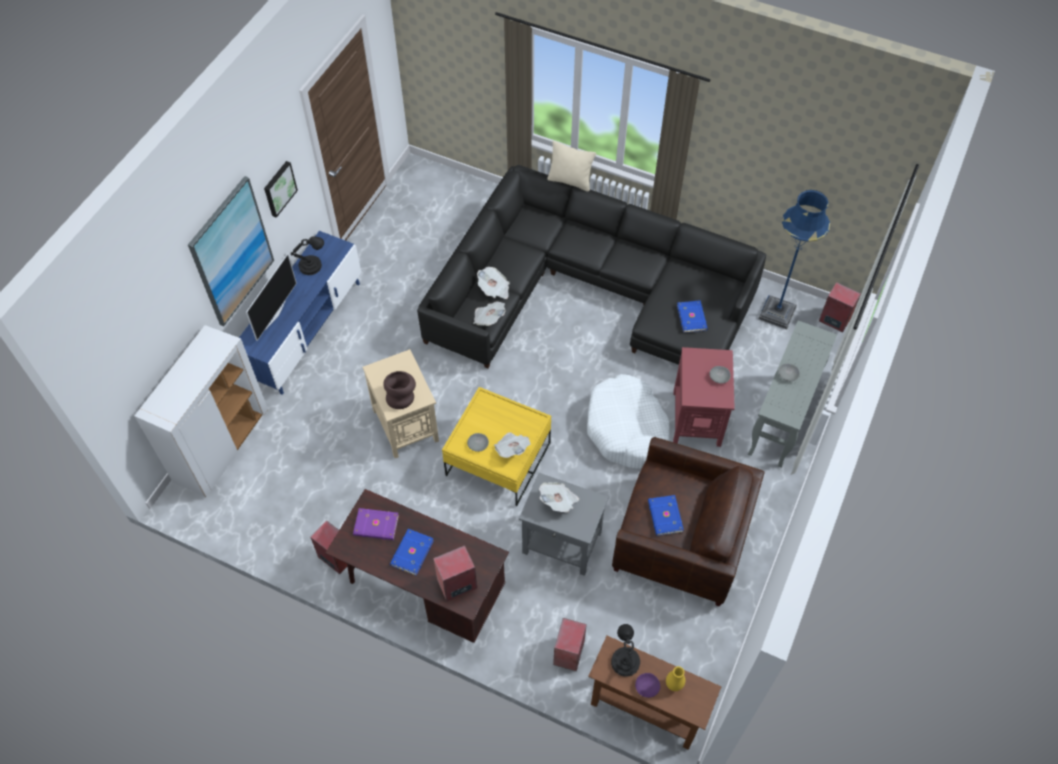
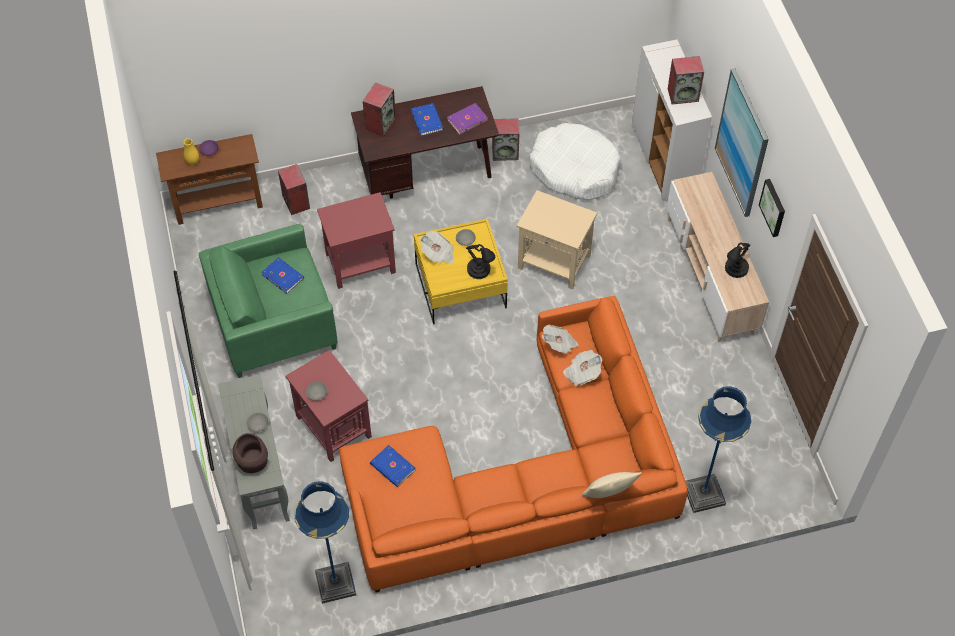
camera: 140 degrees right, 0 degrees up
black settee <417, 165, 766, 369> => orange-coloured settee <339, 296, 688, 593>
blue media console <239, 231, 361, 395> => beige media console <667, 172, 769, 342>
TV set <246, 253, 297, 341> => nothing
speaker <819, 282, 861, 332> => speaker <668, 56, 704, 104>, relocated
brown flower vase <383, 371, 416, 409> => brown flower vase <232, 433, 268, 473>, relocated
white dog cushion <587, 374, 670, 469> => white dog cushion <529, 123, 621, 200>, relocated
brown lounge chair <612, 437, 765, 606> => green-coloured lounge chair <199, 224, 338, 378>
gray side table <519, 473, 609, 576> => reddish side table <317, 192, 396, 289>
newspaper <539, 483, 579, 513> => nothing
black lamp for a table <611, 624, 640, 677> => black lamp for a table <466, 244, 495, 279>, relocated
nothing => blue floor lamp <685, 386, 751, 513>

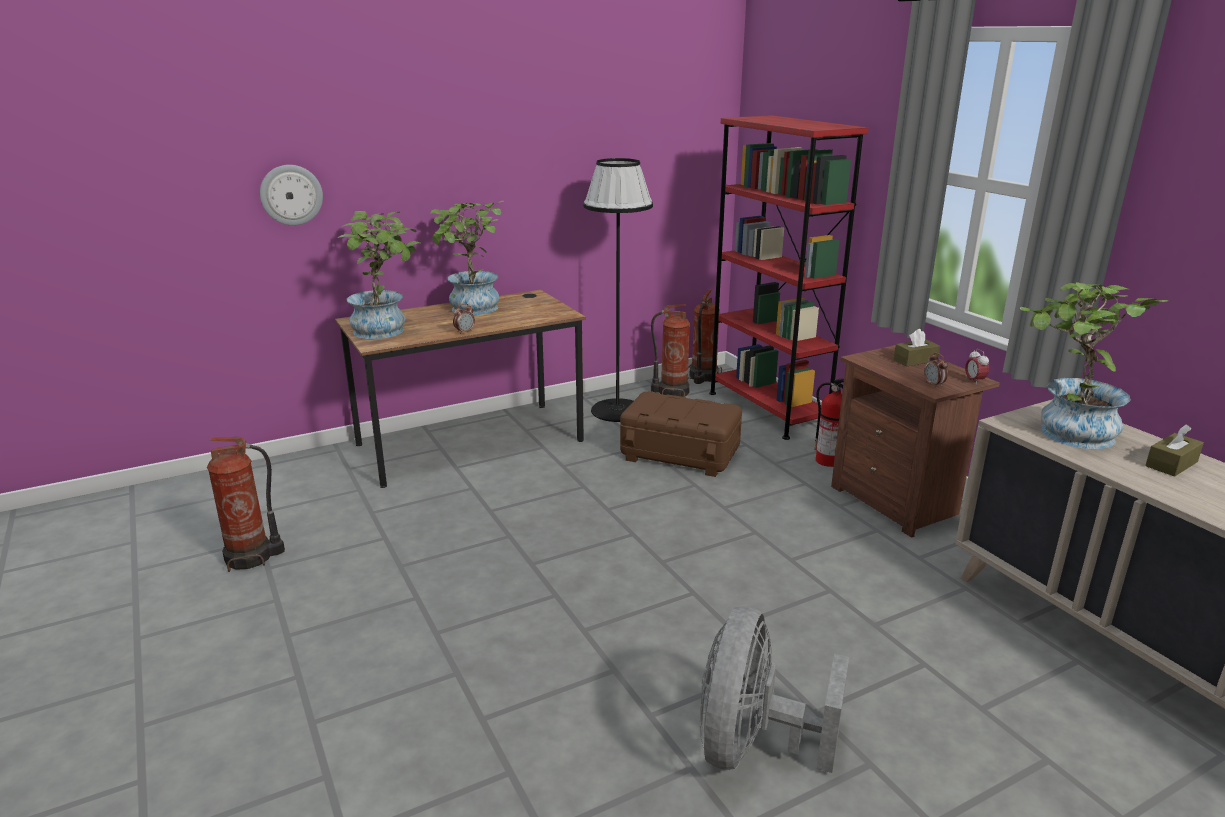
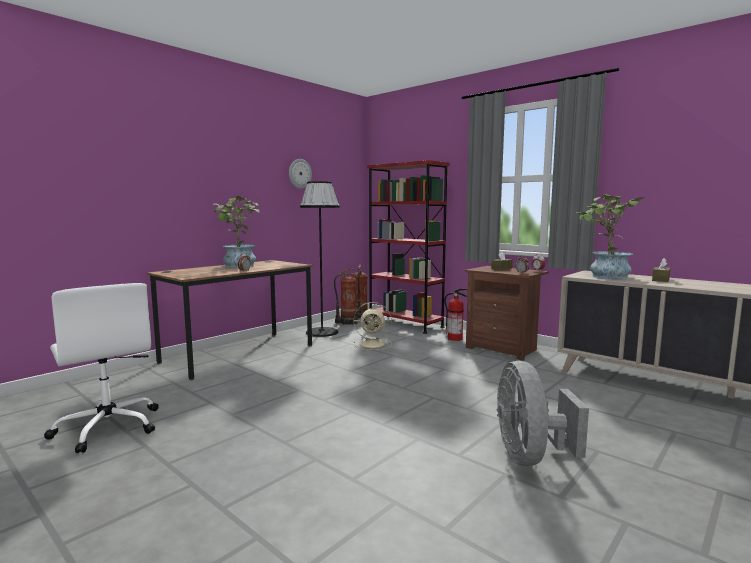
camera: 20 degrees left, 15 degrees down
wall clock <260, 165, 323, 226> => wall clock <289, 159, 312, 189>, relocated
potted plant <338, 211, 420, 339> => nothing
brown storage bin <620, 391, 742, 477> => beige cooling fan <353, 302, 392, 350>
fire extinguisher <207, 437, 285, 572> => white computer chair <44, 283, 159, 453>

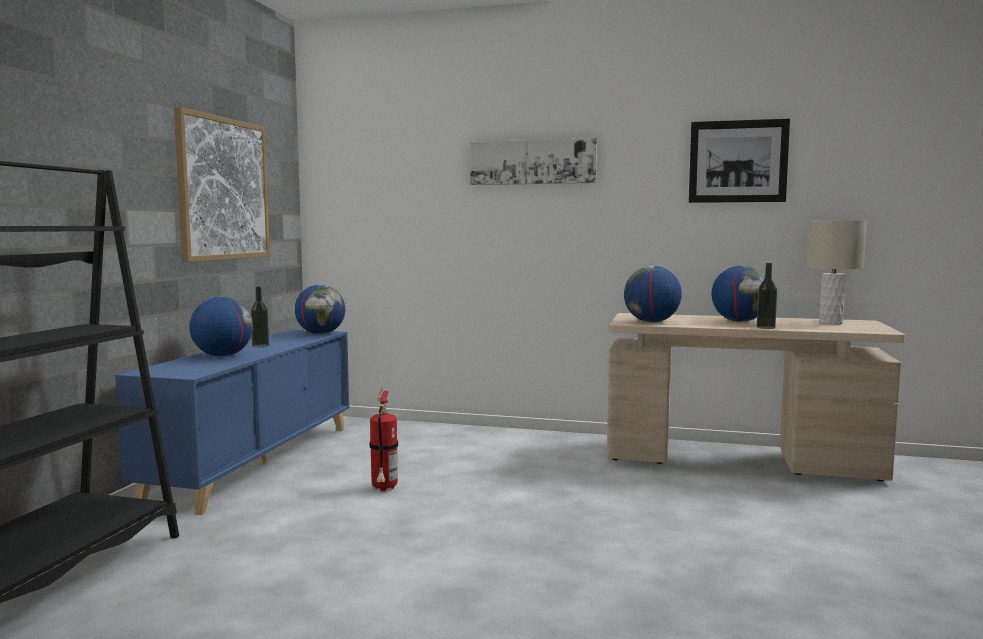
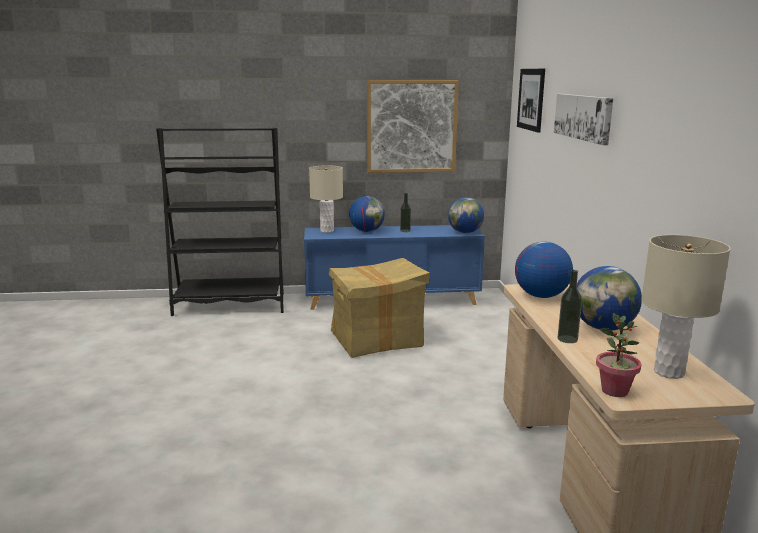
camera: 70 degrees right, 10 degrees up
picture <689, 119, 790, 203> => picture <517, 69, 545, 133>, relocated
fire extinguisher <370, 387, 398, 491> => carton <329, 258, 430, 358>
nothing => beige lamp for a table <309, 165, 343, 233>
nothing => potted plant <596, 313, 641, 397>

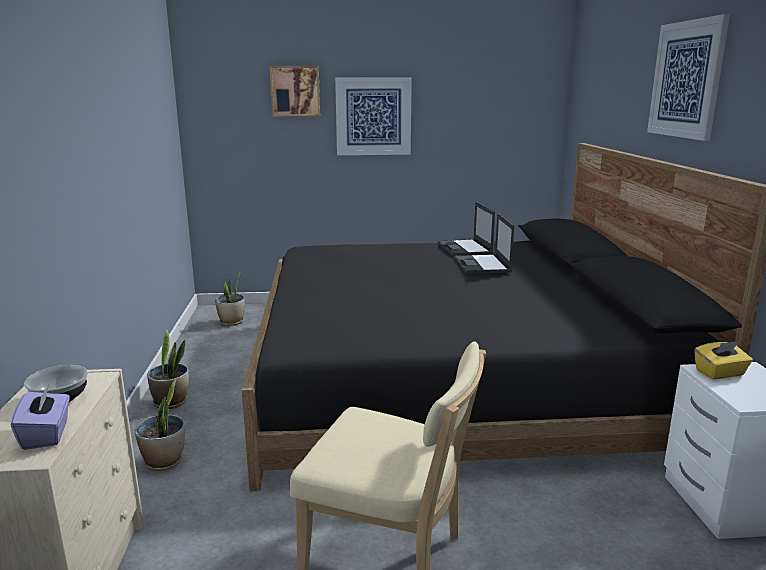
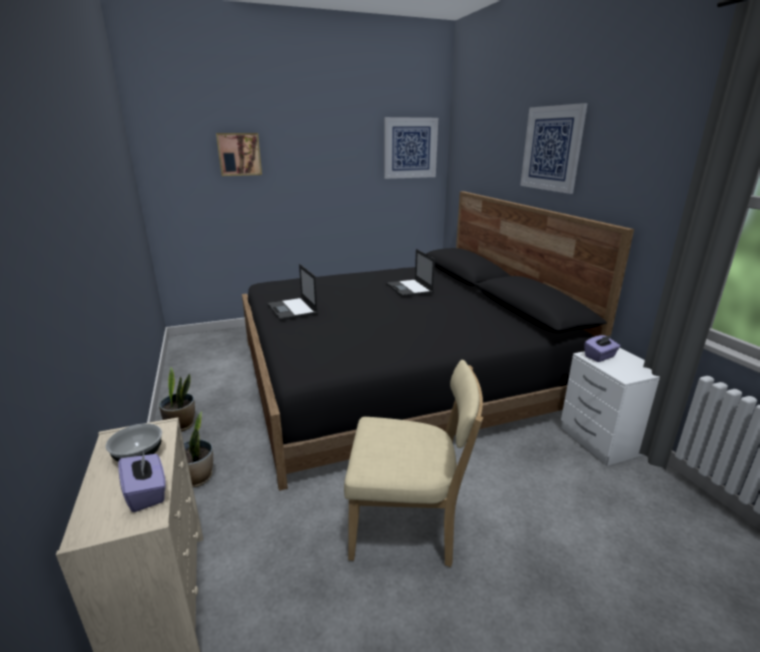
camera: 15 degrees left, 5 degrees up
picture <335, 77, 412, 155> => picture <384, 117, 438, 179>, relocated
notebook computer <438, 202, 495, 256> => notebook computer <267, 264, 318, 321>, relocated
potted plant <215, 271, 245, 326> => nothing
yellow box of tissues <694, 341, 753, 379> => purplish box of tissues <585, 335, 620, 362>

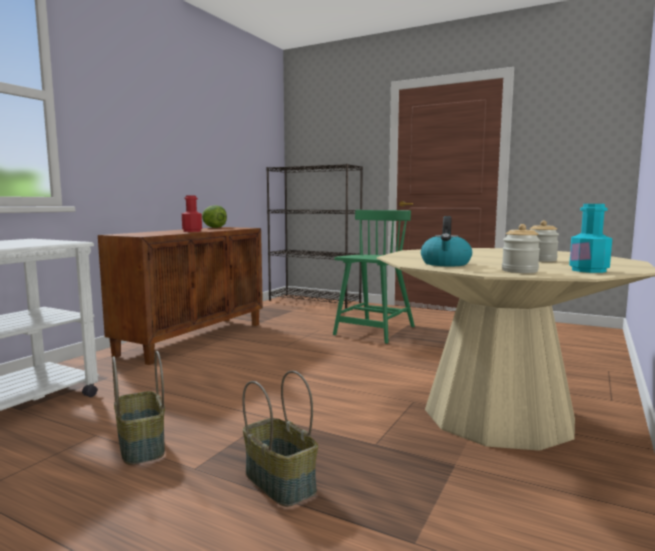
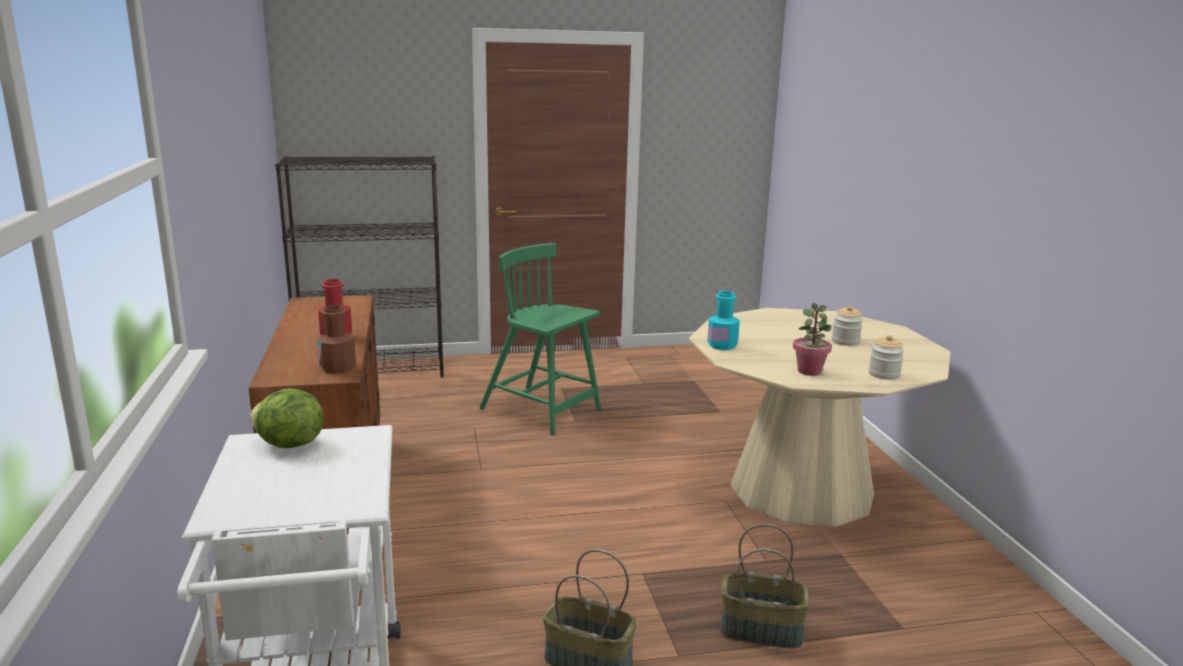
camera: 40 degrees left, 10 degrees up
blue-green drink bottle <569, 204, 612, 273> => blue-green drink bottle <707, 291, 740, 350>, relocated
lettuce <202, 205, 227, 228> => lettuce <250, 389, 324, 448>, relocated
green-coloured chair <333, 210, 415, 344> => green-coloured chair <479, 243, 601, 436>, 45 degrees counterclockwise
tea kettle <421, 216, 472, 266> => potted plant <793, 303, 832, 376>
nothing => brown drink bottle <317, 305, 356, 374>

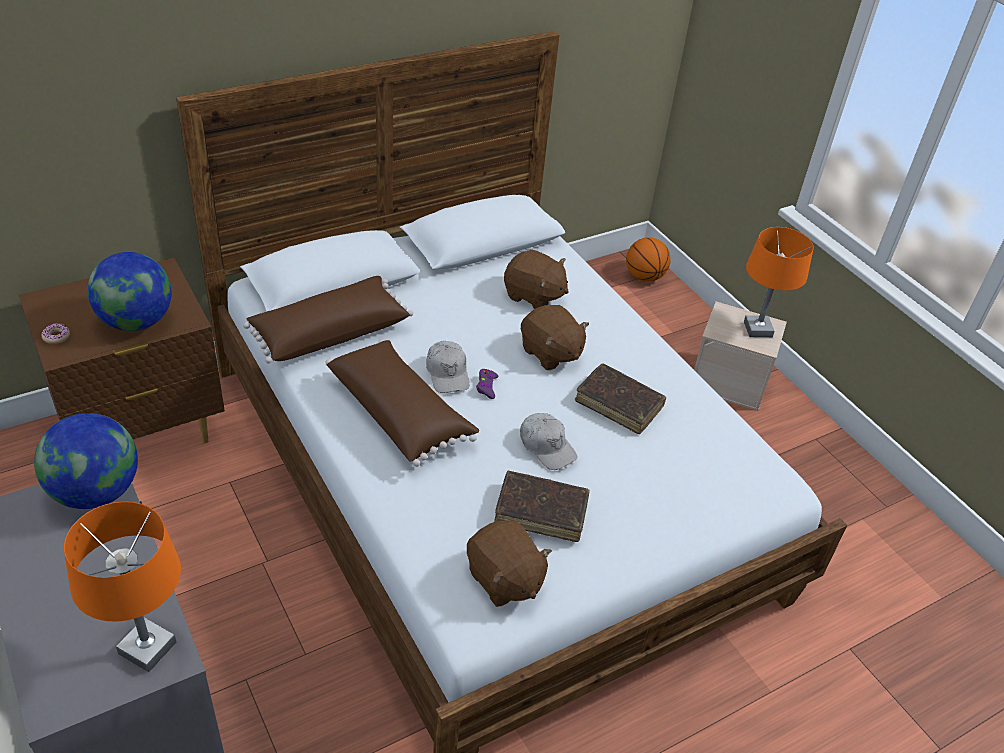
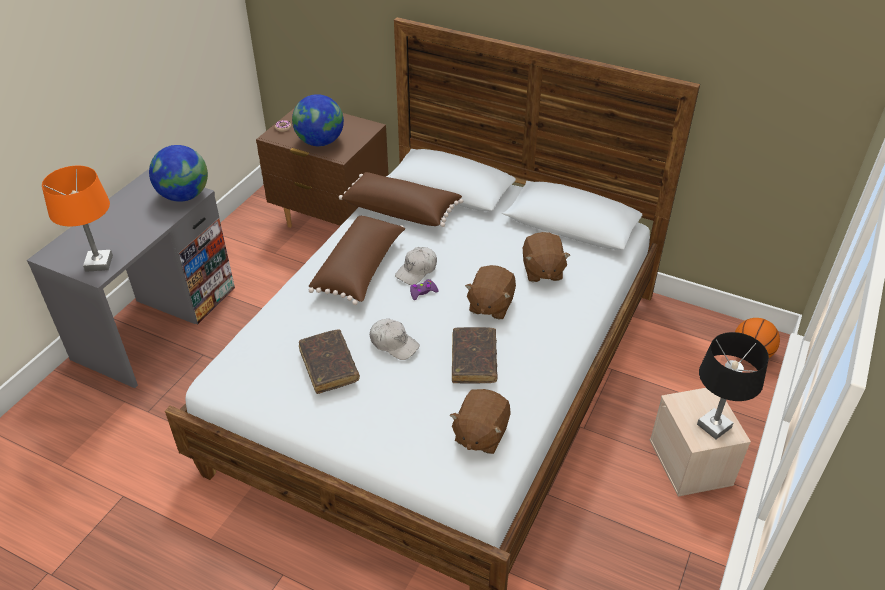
camera: 60 degrees right, 0 degrees up
orange-coloured lamp for a table <744, 227, 813, 337> => black lamp for a table <697, 332, 769, 439>
white baseball cap <520, 413, 578, 470> => white baseball cap <370, 319, 420, 360>, 75 degrees counterclockwise
brown plush toy <467, 520, 552, 607> => brown plush toy <450, 389, 511, 454>, relocated

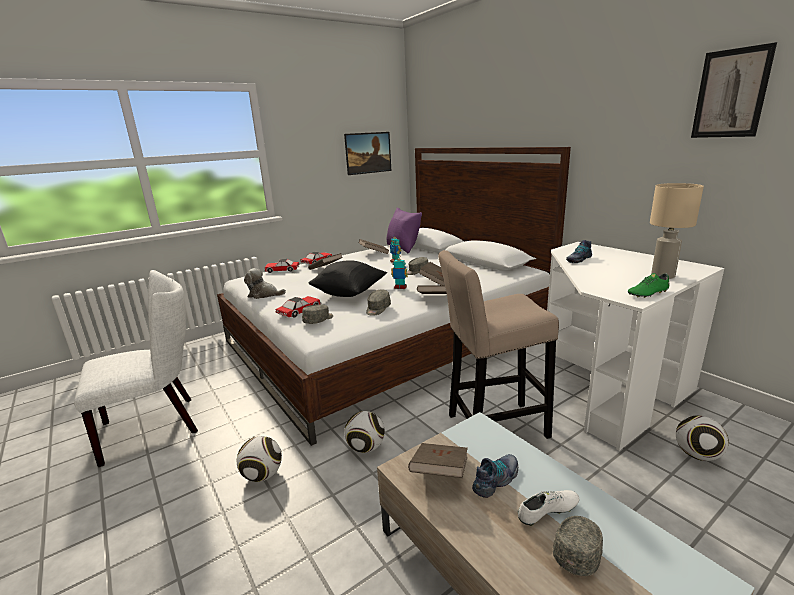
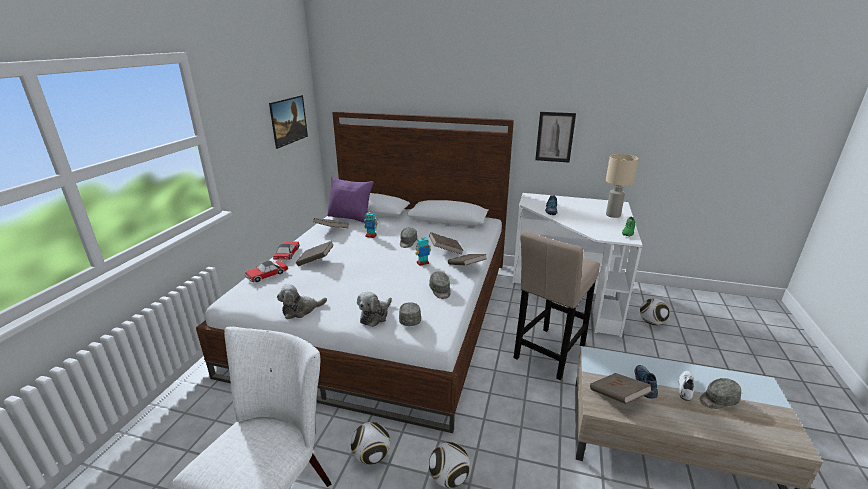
camera: 40 degrees left, 5 degrees up
picture <691, 42, 777, 138> => picture <535, 112, 576, 163>, relocated
black throw pillow <309, 260, 387, 297> => nothing
miniature car <276, 296, 321, 318> => plush toy <357, 292, 392, 327>
football ball <344, 411, 385, 453> => football ball <351, 422, 390, 465>, relocated
gray baseball cap <552, 516, 603, 576> => gray baseball cap <700, 378, 741, 409>, 105 degrees counterclockwise

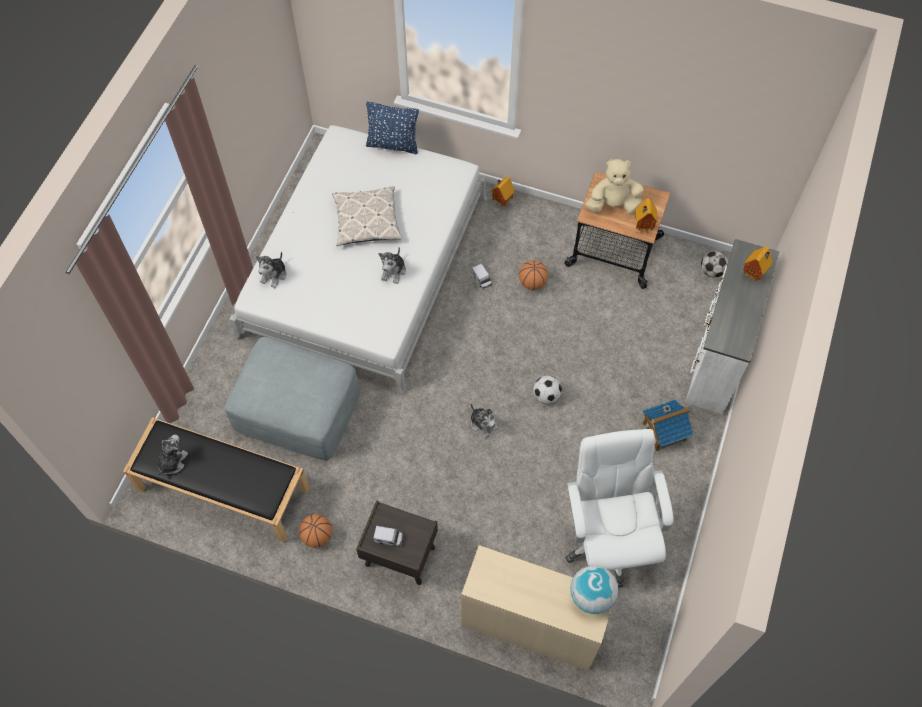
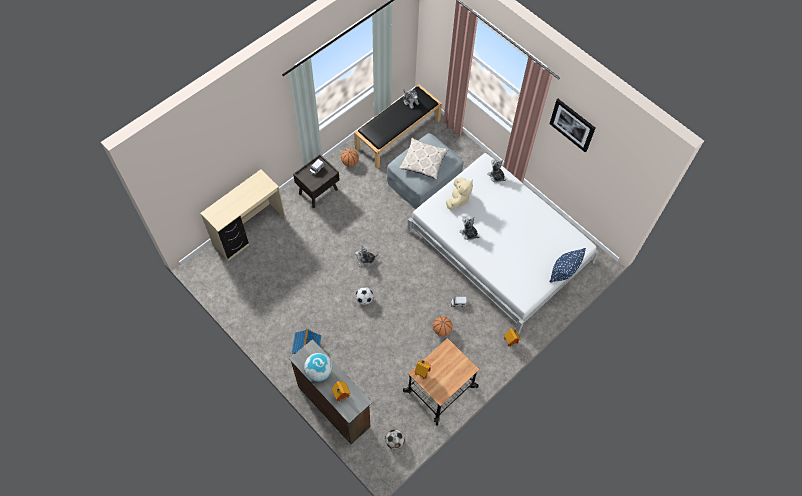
camera: 115 degrees right, 0 degrees up
beige plush toy <585, 159, 644, 214> => beige plush toy <446, 177, 473, 210>, relocated
throw pillow <332, 186, 401, 246> => throw pillow <399, 138, 449, 180>, relocated
white drawer chest <685, 239, 779, 414> => brown drawer chest <289, 339, 373, 444>
white computer chair <566, 429, 674, 588> => nothing
world globe <570, 565, 619, 614> => world globe <304, 353, 333, 382>, relocated
nothing => picture <550, 99, 595, 152>

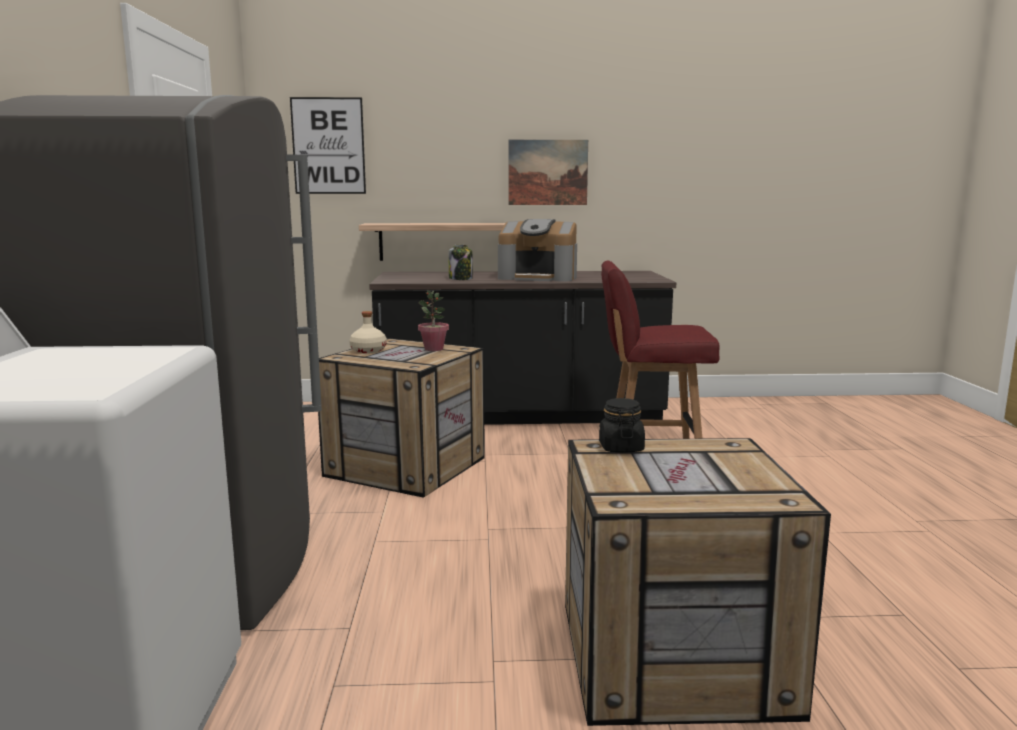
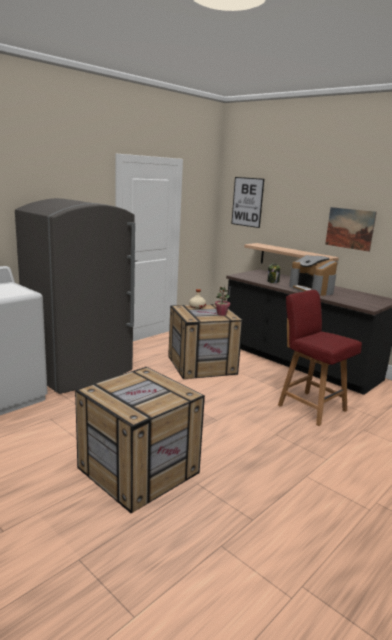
camera: 45 degrees right, 5 degrees up
black preserve jar <599, 398, 645, 453> => nothing

